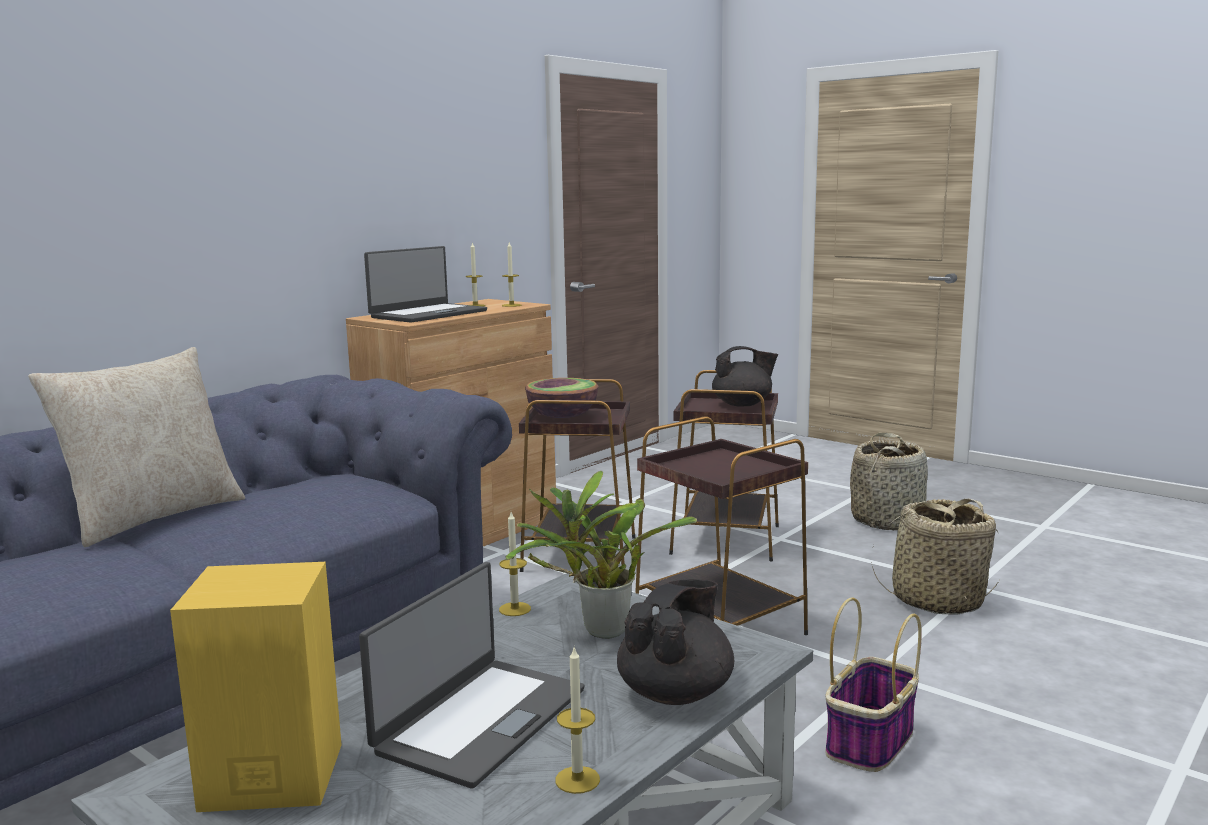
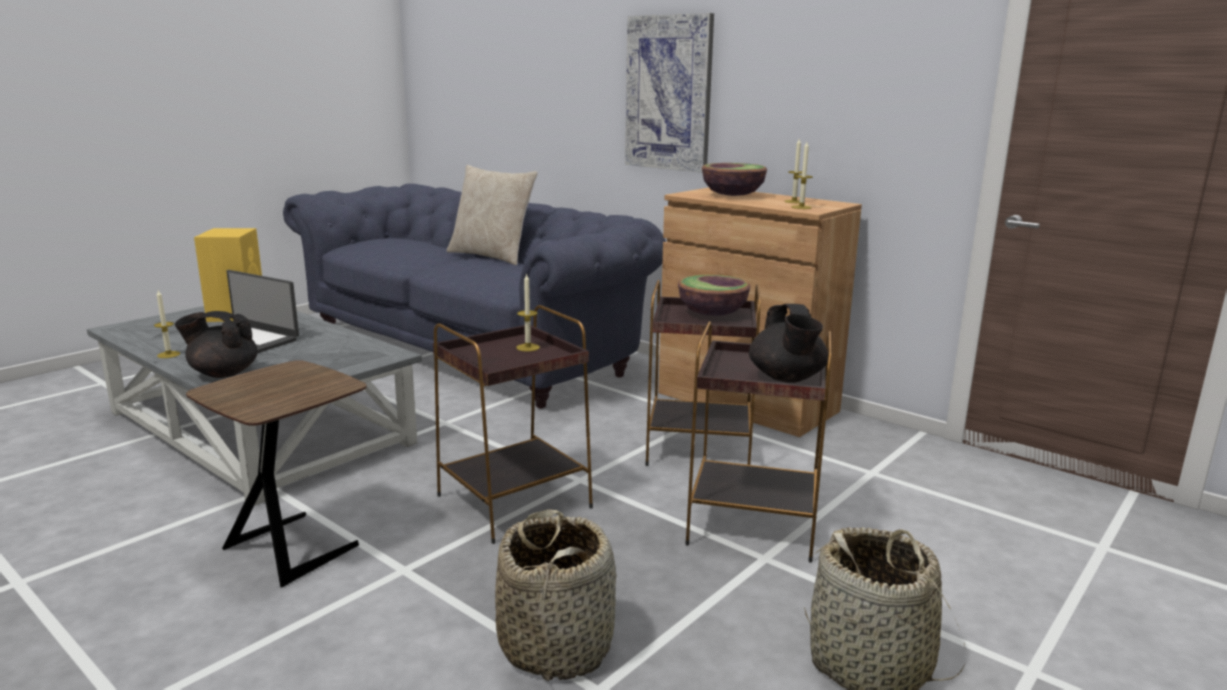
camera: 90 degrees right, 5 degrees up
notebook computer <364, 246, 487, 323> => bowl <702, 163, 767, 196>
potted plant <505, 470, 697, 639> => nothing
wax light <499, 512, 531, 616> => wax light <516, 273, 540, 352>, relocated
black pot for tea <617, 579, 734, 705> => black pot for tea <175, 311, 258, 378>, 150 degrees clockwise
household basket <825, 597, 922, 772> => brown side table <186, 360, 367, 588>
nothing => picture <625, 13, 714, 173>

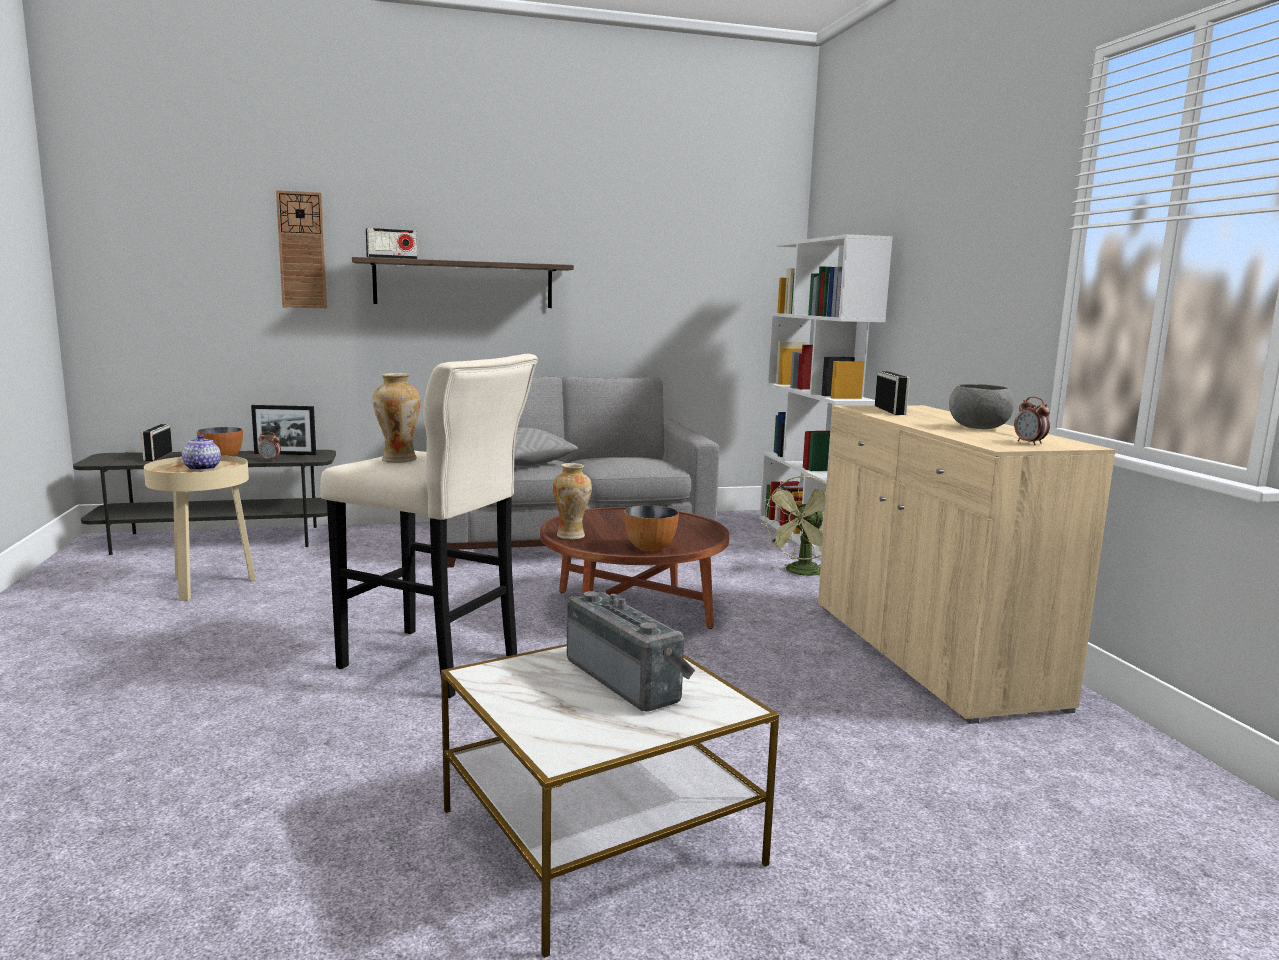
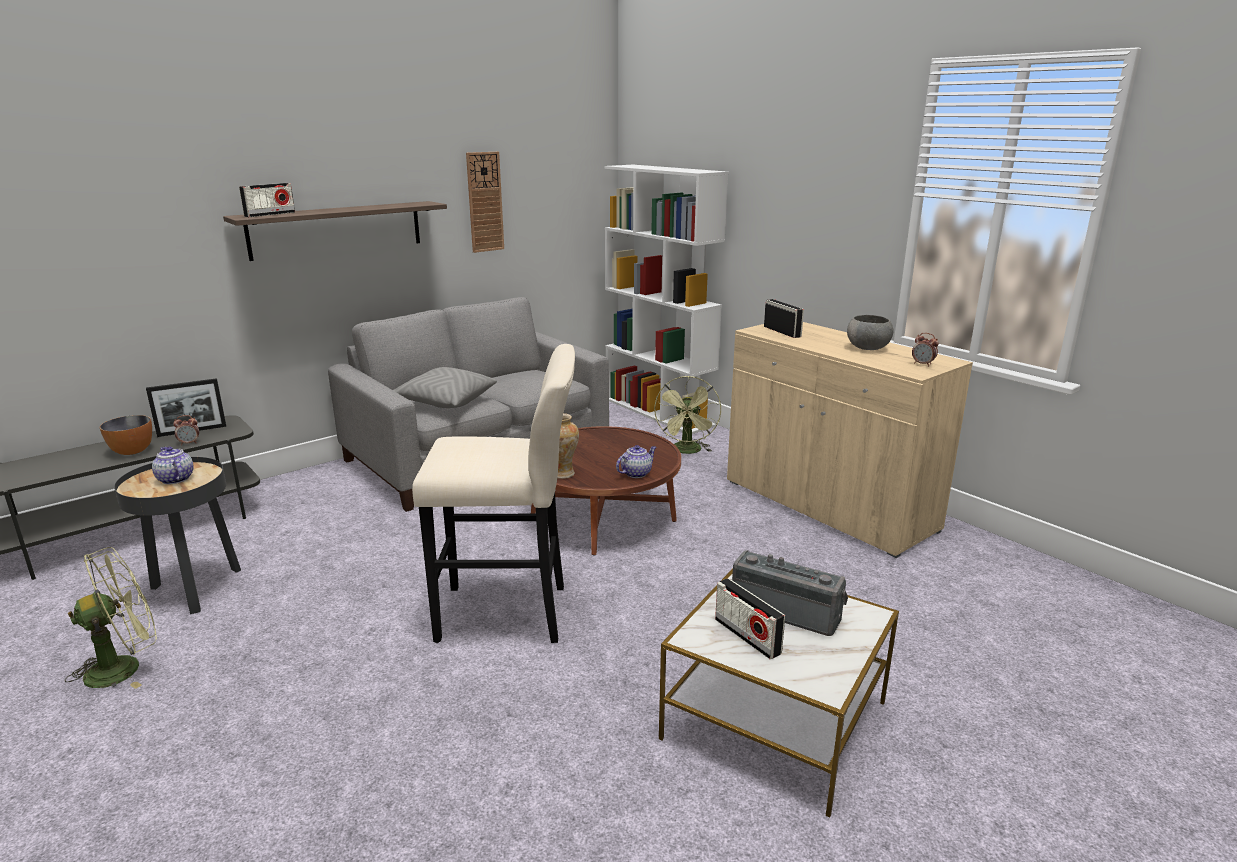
camera: 25 degrees left, 10 degrees up
wall clock <276, 190, 327, 308> => wall clock <466, 152, 504, 253>, relocated
flower vase <373, 373, 420, 463> => nothing
radio <141, 424, 172, 461> => radio <715, 578, 785, 659>, relocated
beige side table <144, 455, 256, 601> => black side table <114, 457, 241, 614>
bowl <624, 505, 679, 551> => pot for tea <616, 445, 656, 478>
nothing => green-coloured cooling fan <65, 547, 157, 689>

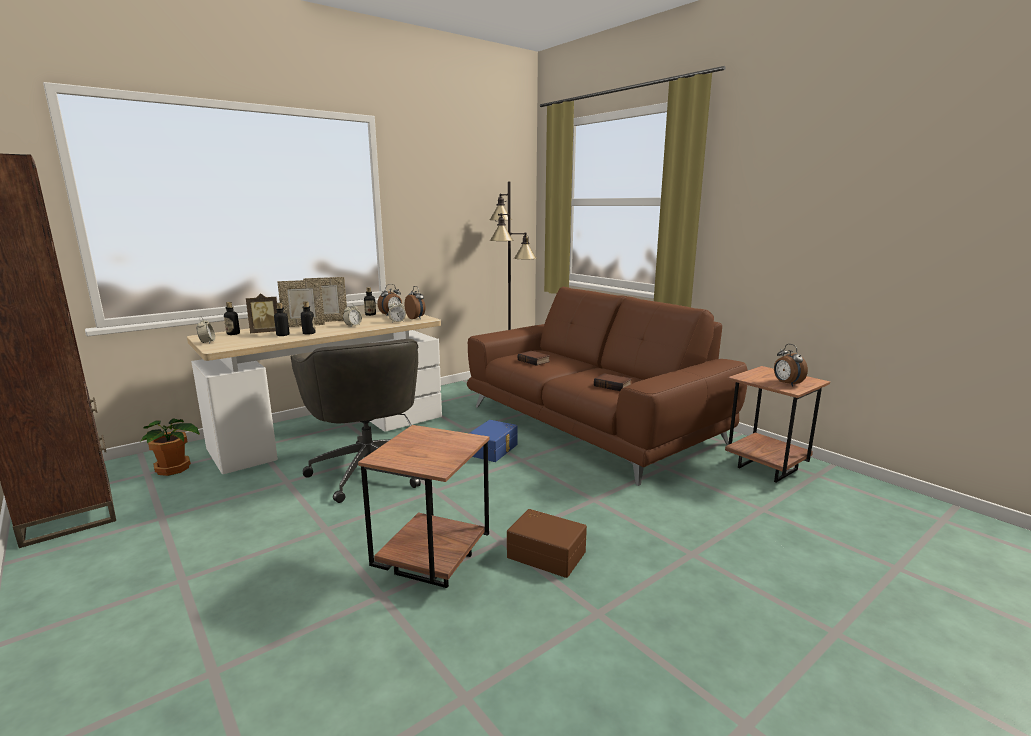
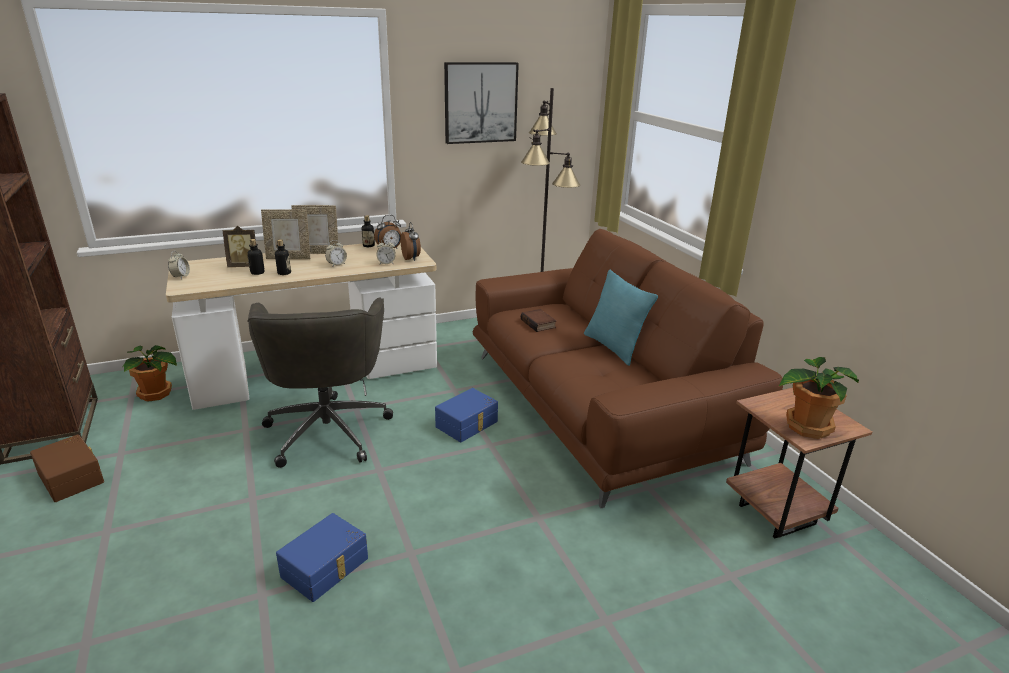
camera: 15 degrees right, 10 degrees up
drink bottle <224, 302, 240, 335> => nothing
bedside clock <774, 344, 808, 386> => potted plant <779, 357, 859, 439>
book <594, 373, 632, 391> => nothing
brown side table <358, 425, 489, 588> => blue storage bin <276, 513, 368, 602>
brown storage bin <507, 509, 587, 578> => brown storage bin <30, 434, 104, 502>, relocated
nothing => picture <444, 62, 519, 144>
nothing => blue-green throw pillow <584, 269, 658, 366>

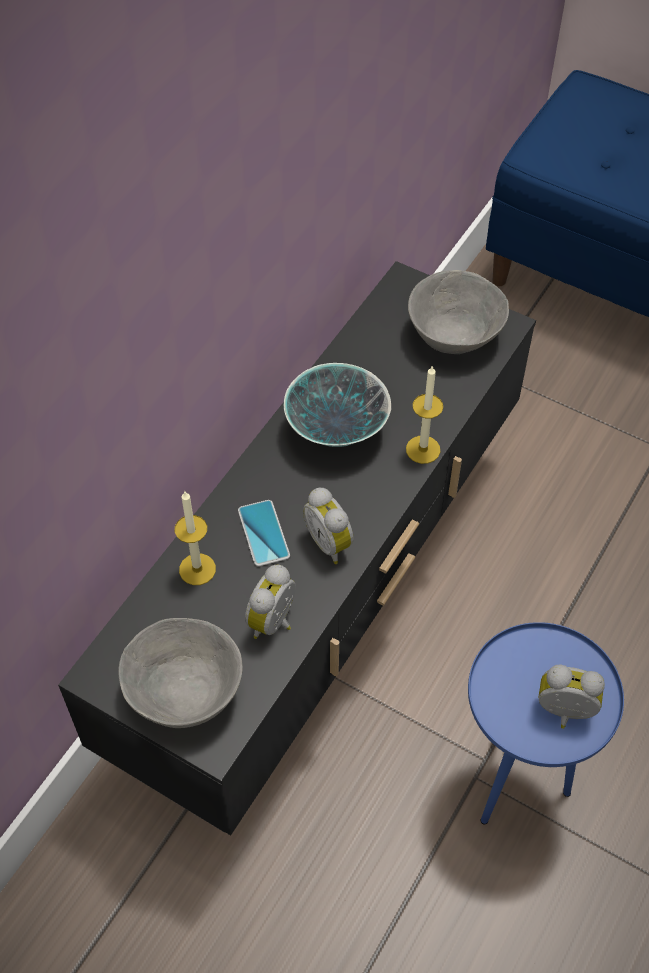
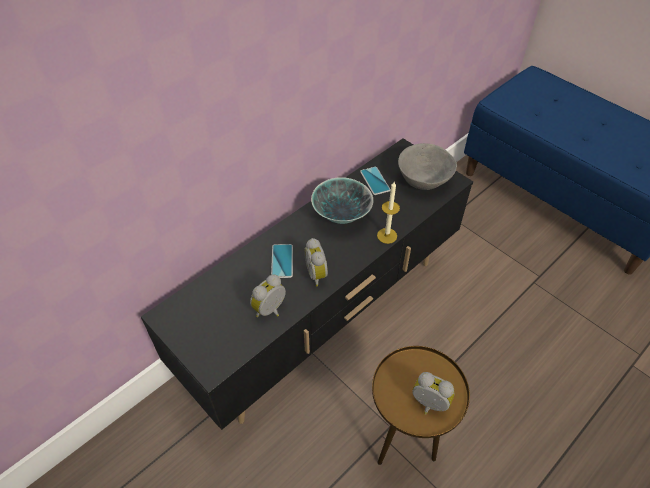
camera: 15 degrees right, 5 degrees down
wax light <175, 492, 216, 585> => nothing
gray bowl <118, 618, 242, 728> => nothing
blue side table <468, 622, 624, 824> => brown side table <372, 346, 470, 465>
nothing => telephone <360, 167, 391, 195>

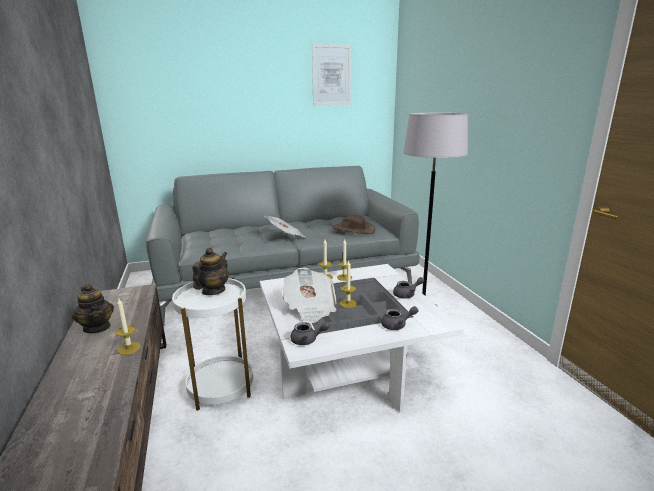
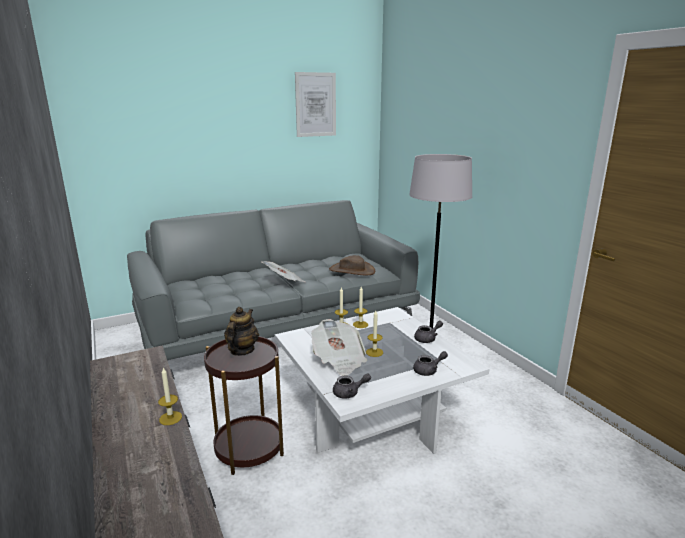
camera: 10 degrees left, 0 degrees up
white side table <172, 277, 253, 410> => brown side table <204, 336, 284, 475>
pot for tea <72, 284, 114, 333> => nothing

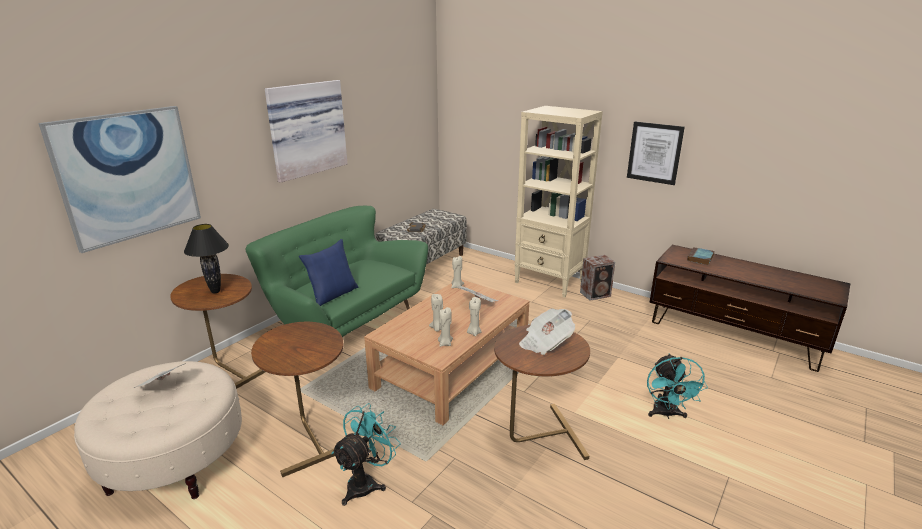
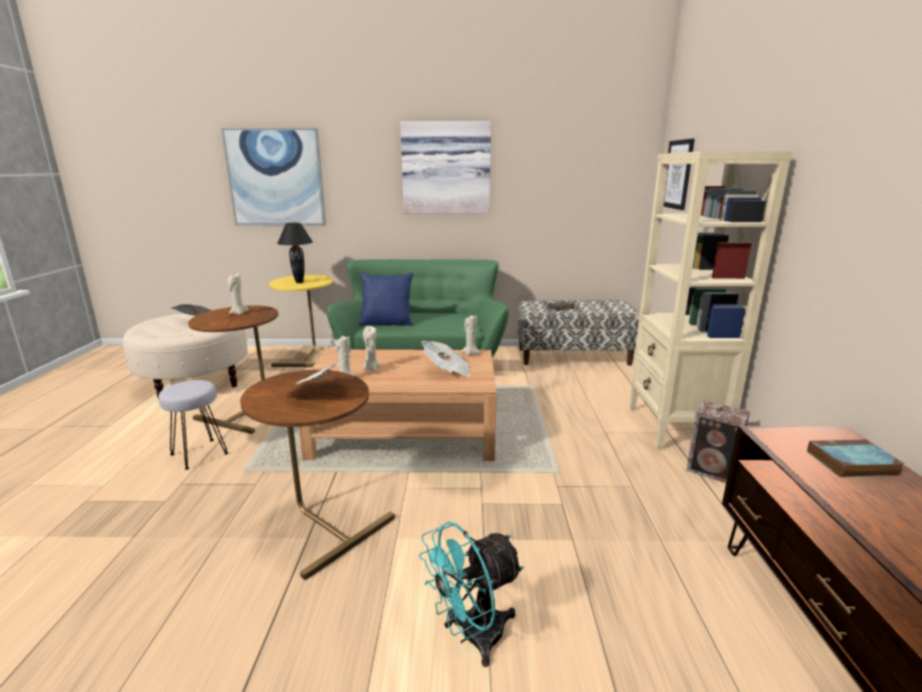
camera: 55 degrees right, 5 degrees down
picture <627, 122, 685, 185> => picture <664, 139, 695, 210>, relocated
brown side table <170, 274, 265, 389> => yellow side table <269, 275, 333, 367>
beige wax light <467, 297, 481, 336> => beige wax light <228, 273, 249, 315>, relocated
blue-green cooling fan <331, 403, 401, 506> => gray sitting stool <158, 380, 228, 470>

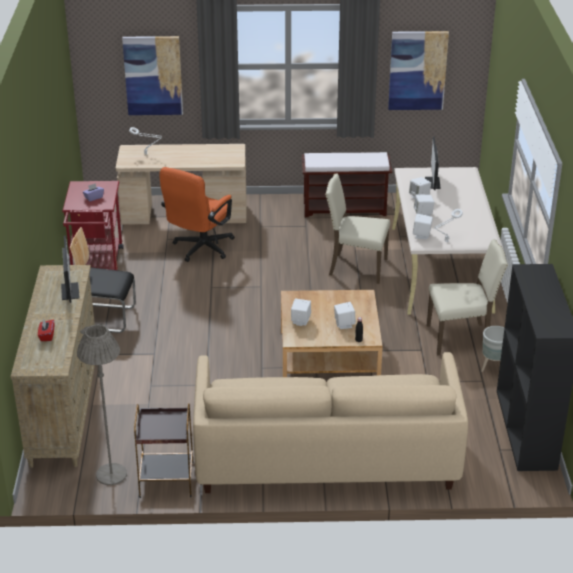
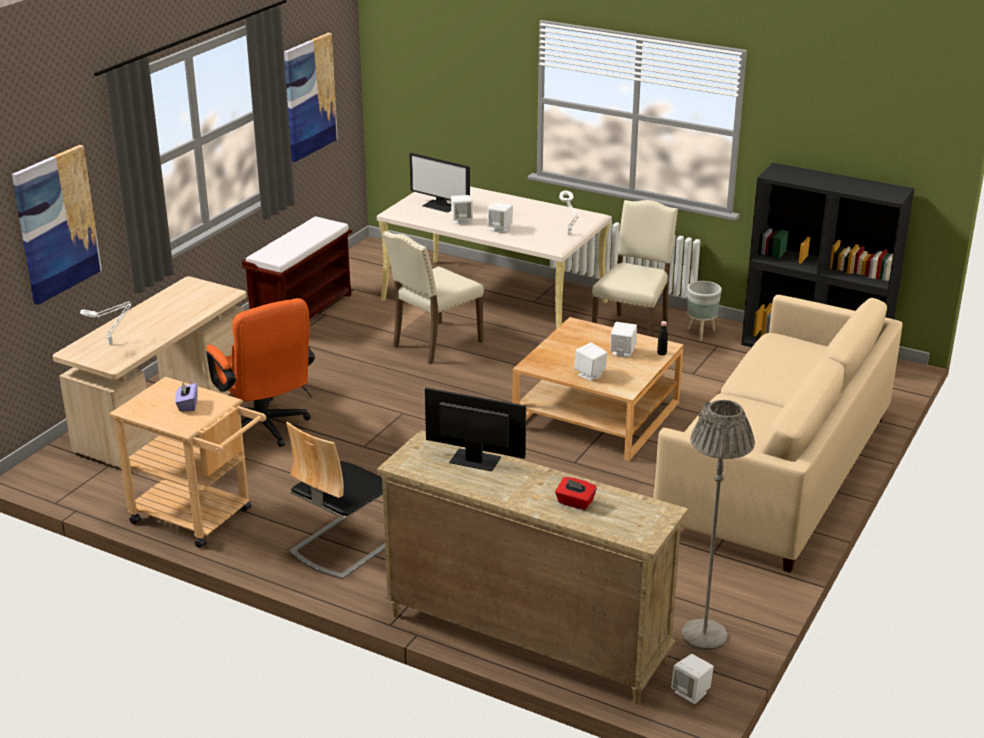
camera: 60 degrees left, 5 degrees down
reddish trolley <62, 181, 124, 271> => beige trolley <109, 377, 266, 548>
white speaker <413, 214, 433, 239> => white speaker <671, 654, 714, 704>, relocated
brown side table <134, 403, 194, 498> => nothing

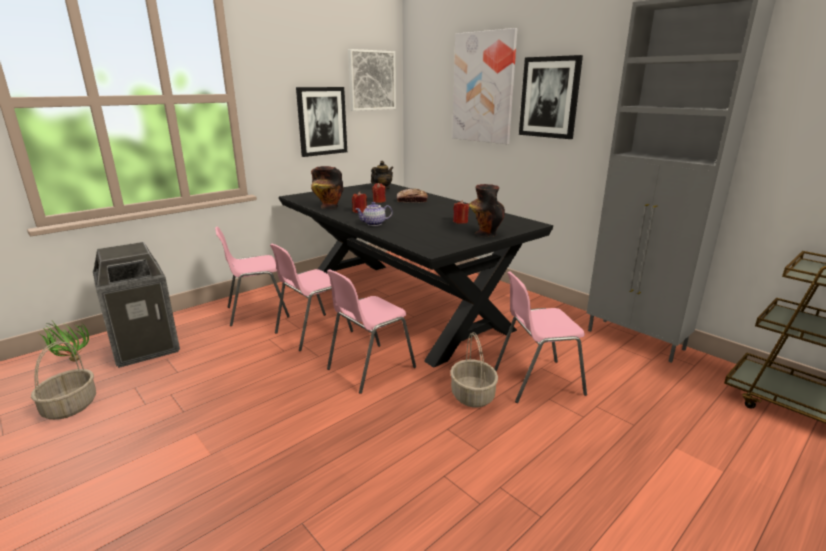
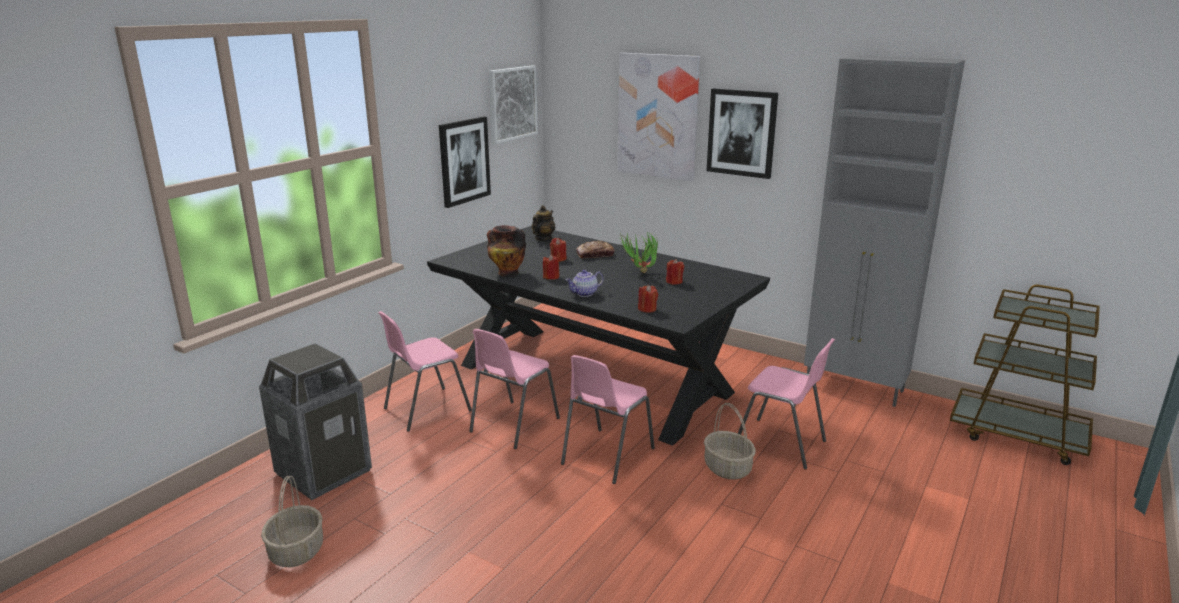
camera: 15 degrees left, 0 degrees up
flower vase <469, 184, 505, 237> => nothing
pink chair <494, 271, 587, 403> => pink chair <738, 338, 835, 469>, 120 degrees counterclockwise
potted plant <38, 321, 89, 361> => potted plant <619, 231, 658, 273>, relocated
nothing => reddish wax light <638, 285, 658, 313>

